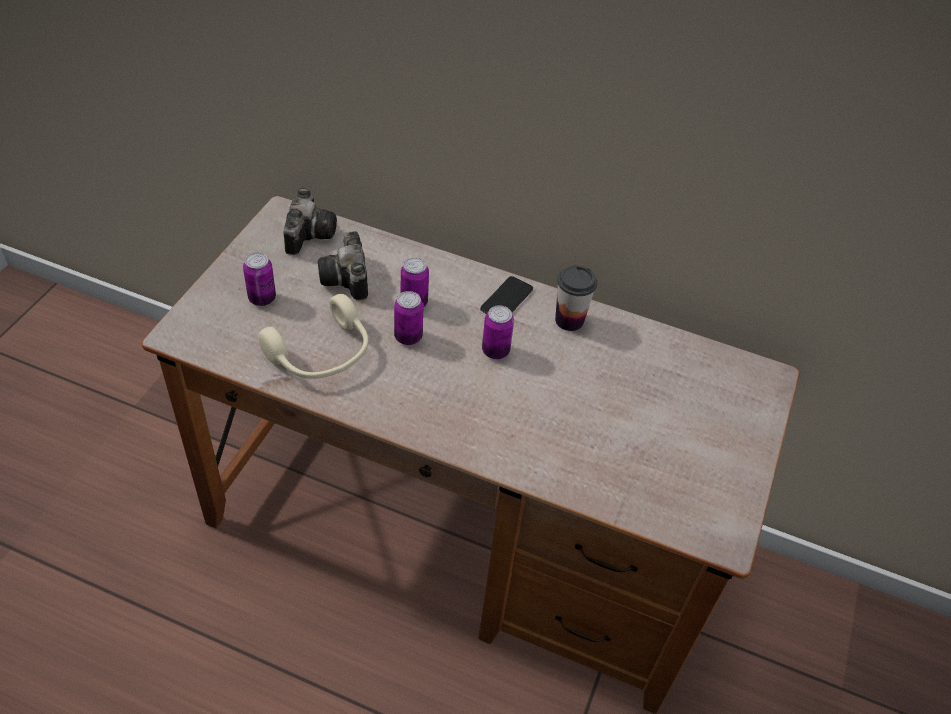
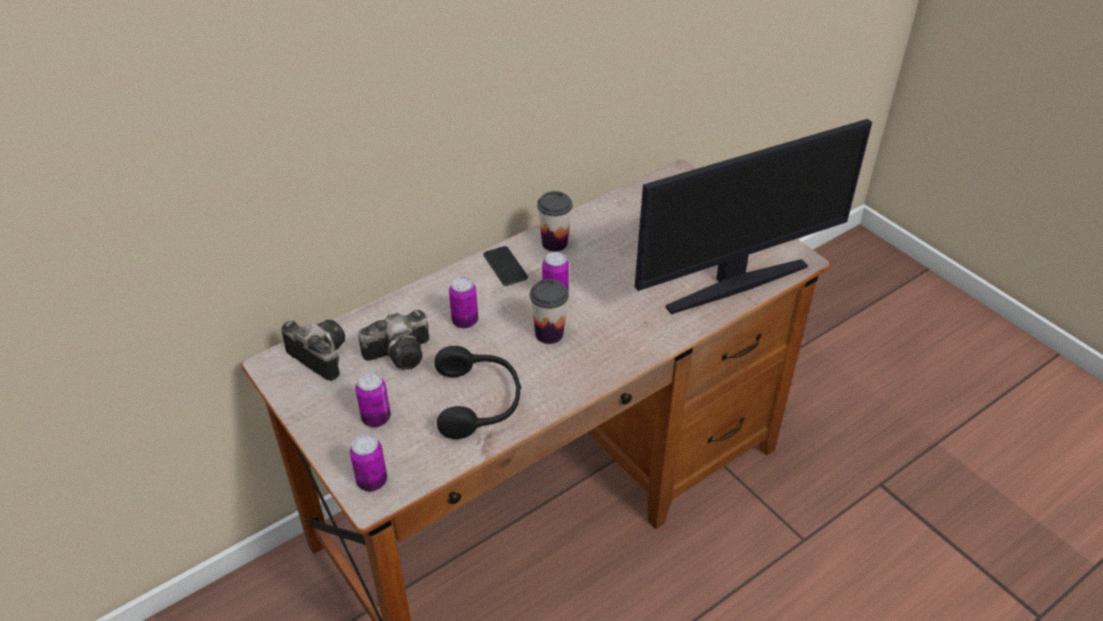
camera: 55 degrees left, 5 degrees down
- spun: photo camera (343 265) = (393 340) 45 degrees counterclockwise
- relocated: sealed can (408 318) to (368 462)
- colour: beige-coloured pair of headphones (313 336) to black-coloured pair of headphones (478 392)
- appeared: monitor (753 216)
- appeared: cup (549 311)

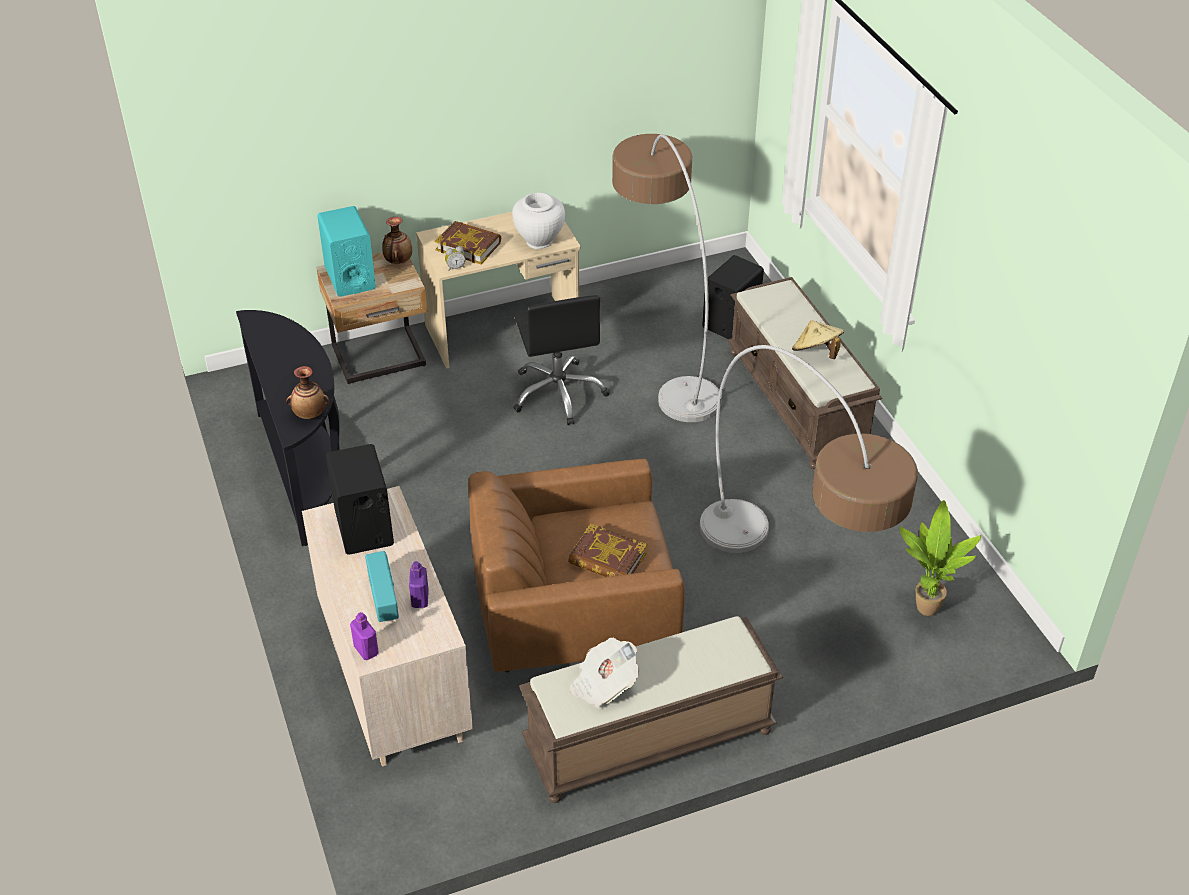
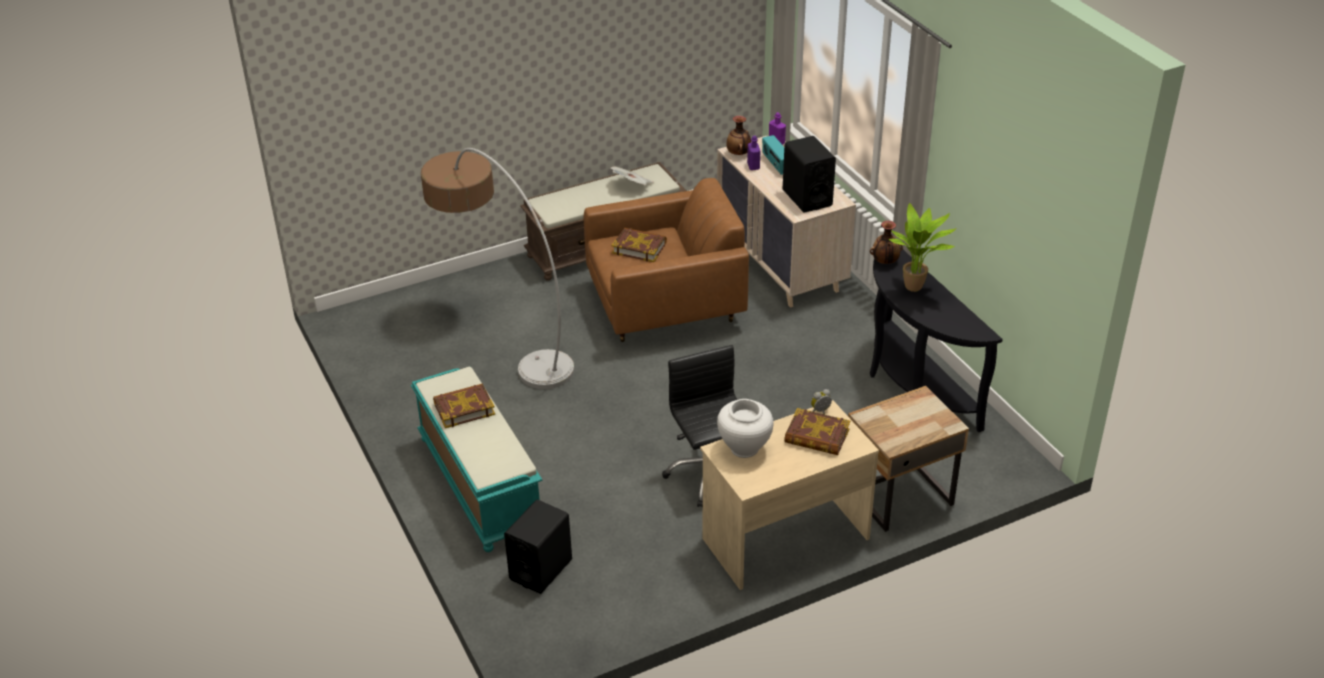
camera: 175 degrees right, 5 degrees down
- missing: standing lamp (667 278)
- missing: blue-green loudspeaker (346 251)
- relocated: decorative vase (397 240) to (738 135)
- colour: brown-coloured bench (804 373) to blue-green bench (476 459)
- exchanged: beige-coloured clothing hat (818 339) to volume (464 406)
- relocated: potted plant (940 558) to (923 247)

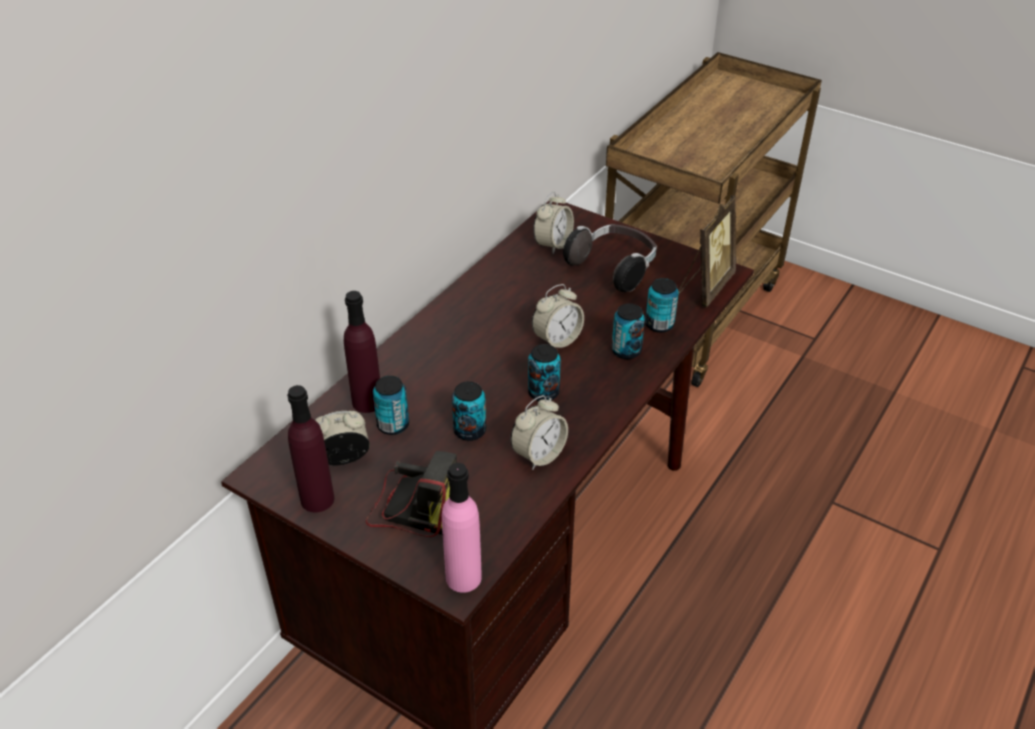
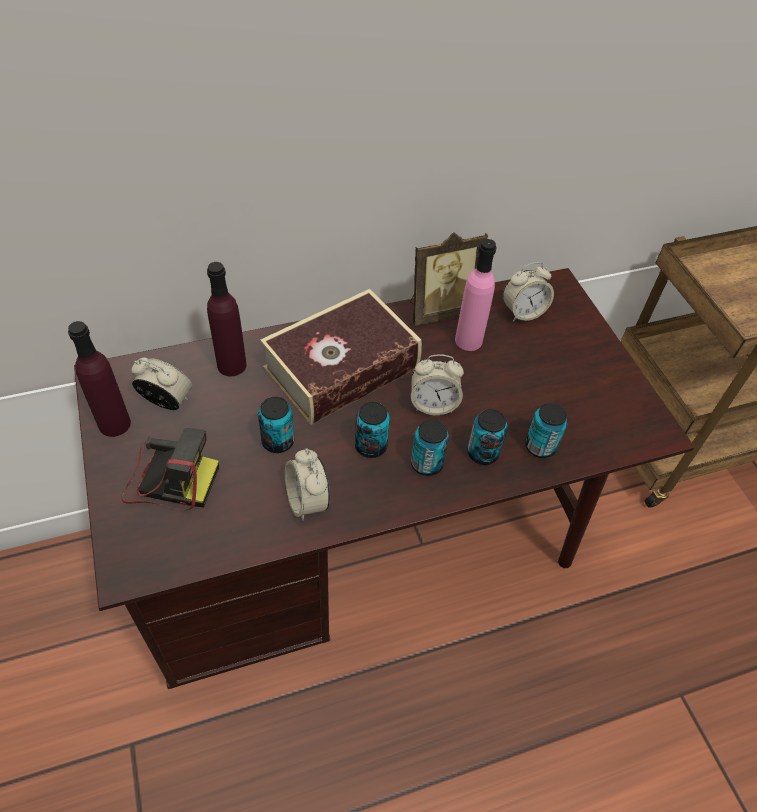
camera: 35 degrees right, 10 degrees up
- relocated: photo frame (707 251) to (449 279)
- missing: pair of headphones (610 258)
- relocated: sealed can (391 405) to (430 448)
- spun: alarm clock (539 432) = (307 484) 75 degrees clockwise
- spun: photo camera (411 494) = (170 469) 45 degrees counterclockwise
- relocated: pinkish drink bottle (462 528) to (475 295)
- appeared: volume (341 357)

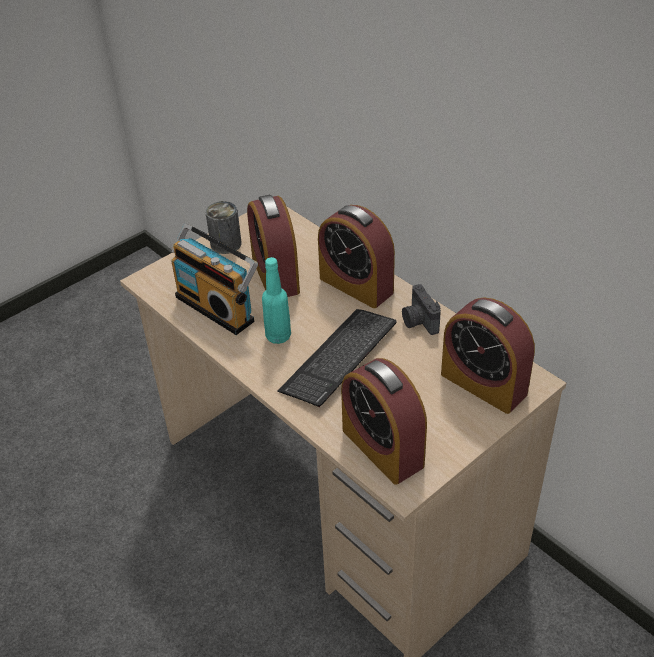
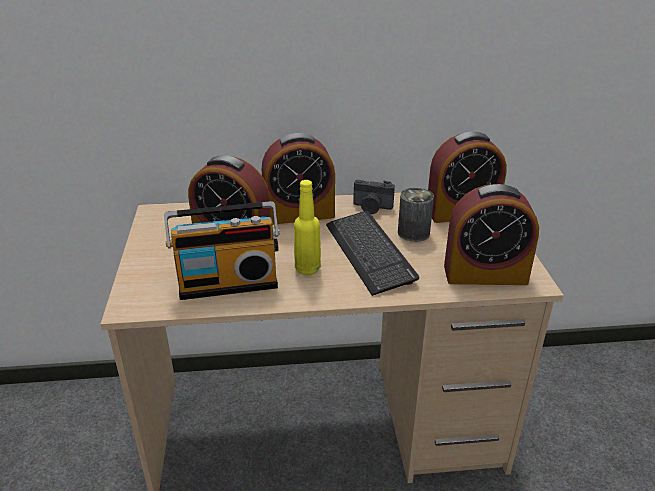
camera: 55 degrees left, 10 degrees down
- relocated: sealed can (223 227) to (416 215)
- colour: blue-green drink bottle (276 300) to yellow-coloured drink bottle (307 227)

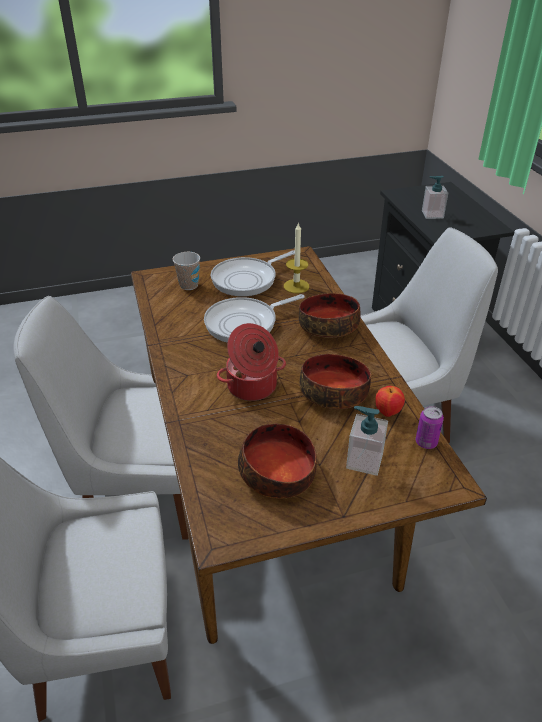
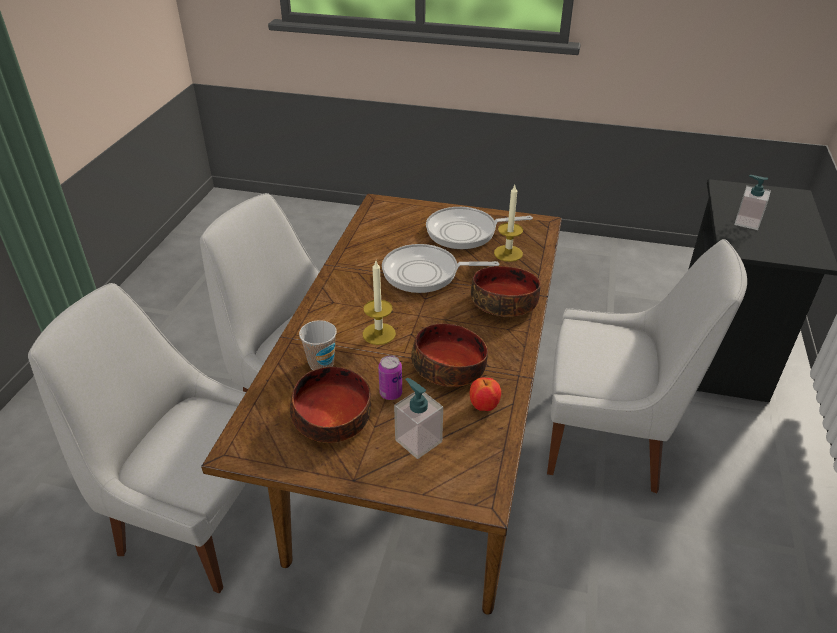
camera: 30 degrees right, 0 degrees up
- relocated: cup (186 271) to (318 345)
- exchanged: saucepot (251 362) to wax candle (379 303)
- relocated: sealed can (430 427) to (390 377)

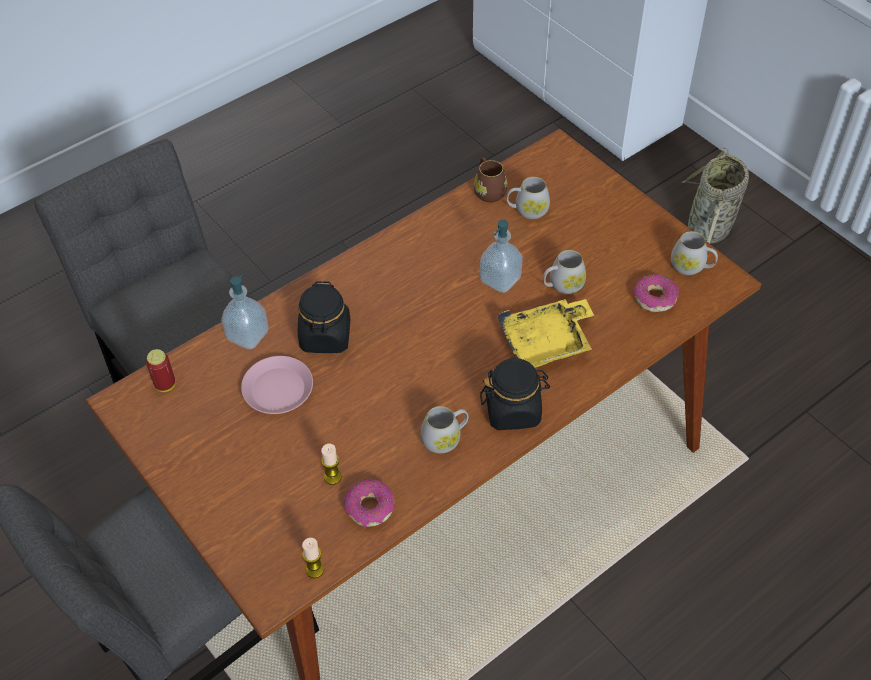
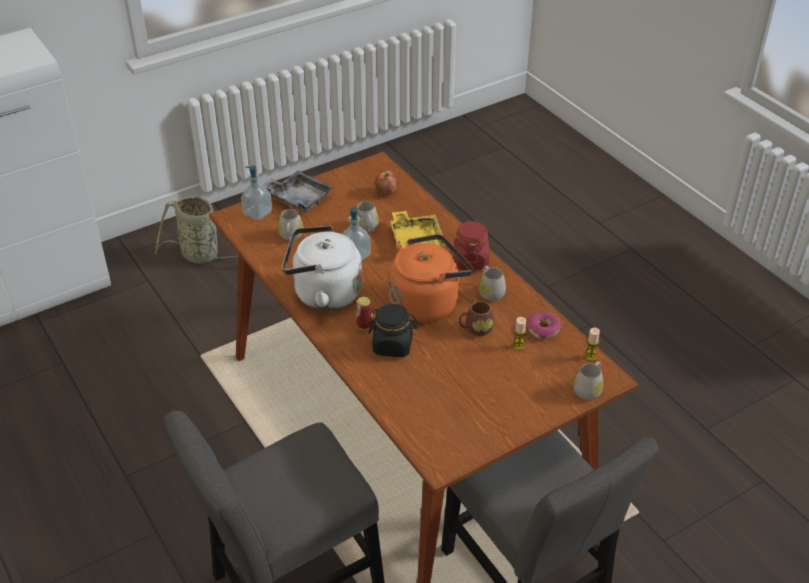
camera: 85 degrees left, 10 degrees down
- relocated: brown-coloured tea mug (490 180) to (476 318)
- relocated: white-coloured tea mug (694 253) to (588 380)
- relocated: liquid soap bottle (245 311) to (256 193)
- exchanged: donut (656 293) to apple (386 183)
- relocated: sealed can (160 370) to (364 313)
- missing: pinkish plate (277 385)
- colour: black-coloured storage jar (515 394) to reddish storage jar (471 245)
- appeared: gray carrying tray (298 192)
- appeared: white-coloured kettle (322 268)
- appeared: orangey kettle (431 278)

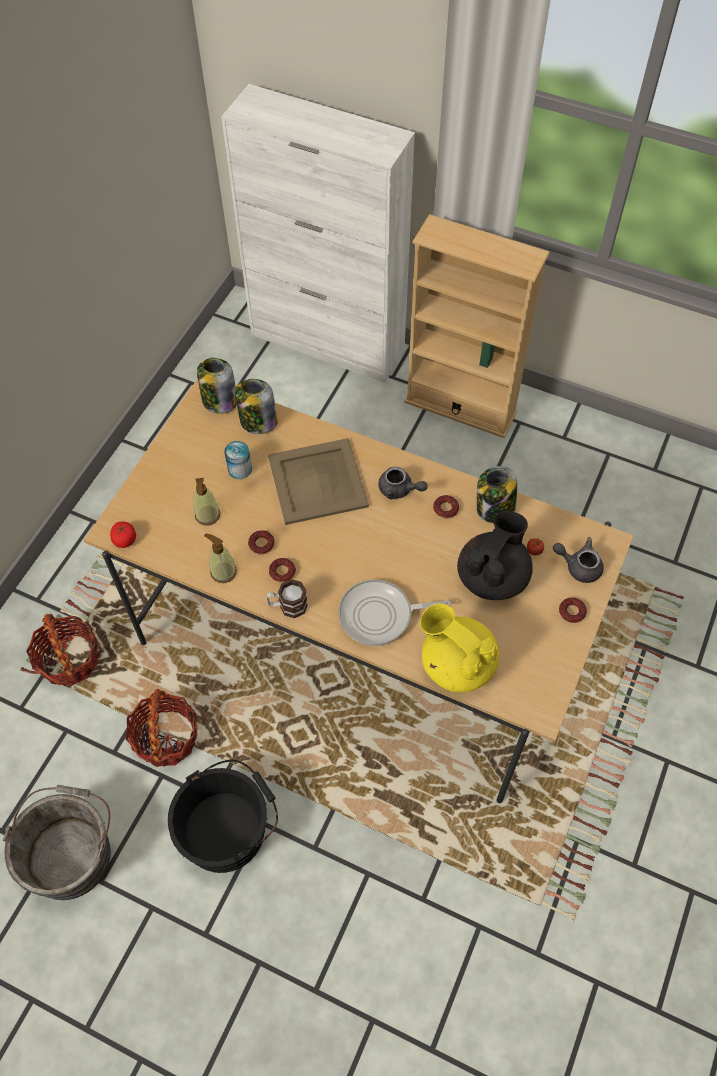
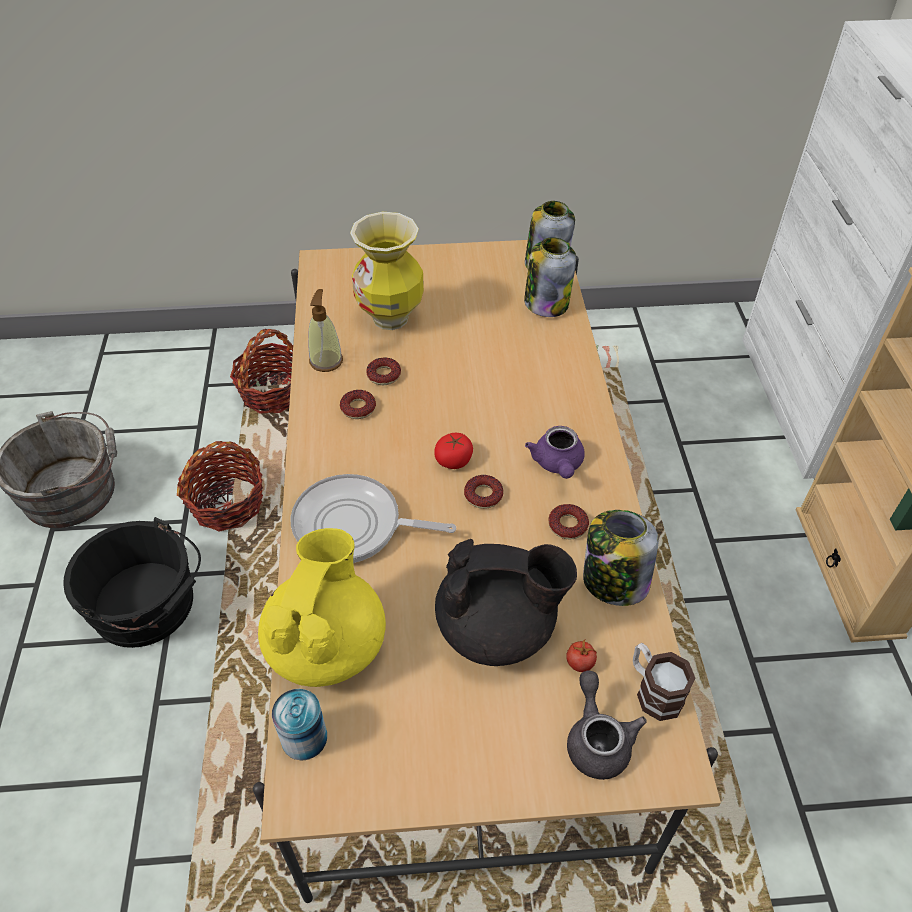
camera: 60 degrees right, 10 degrees down
- missing: beige-coloured carrying tray (318 481)
- relocated: sealed can (238 460) to (299 725)
- colour: gray pot for tea (403 483) to purple-coloured pot for tea (555 452)
- exchanged: liquid soap bottle (207 501) to decorative vase (387 271)
- relocated: tomato (123 535) to (453 451)
- relocated: tea mug (287 598) to (664 682)
- spun: skillet (394 612) = (373 518) 45 degrees counterclockwise
- relocated: donut (573 610) to (484 492)

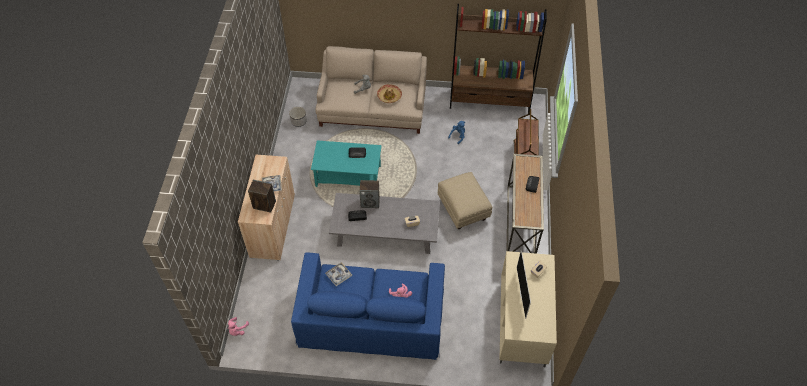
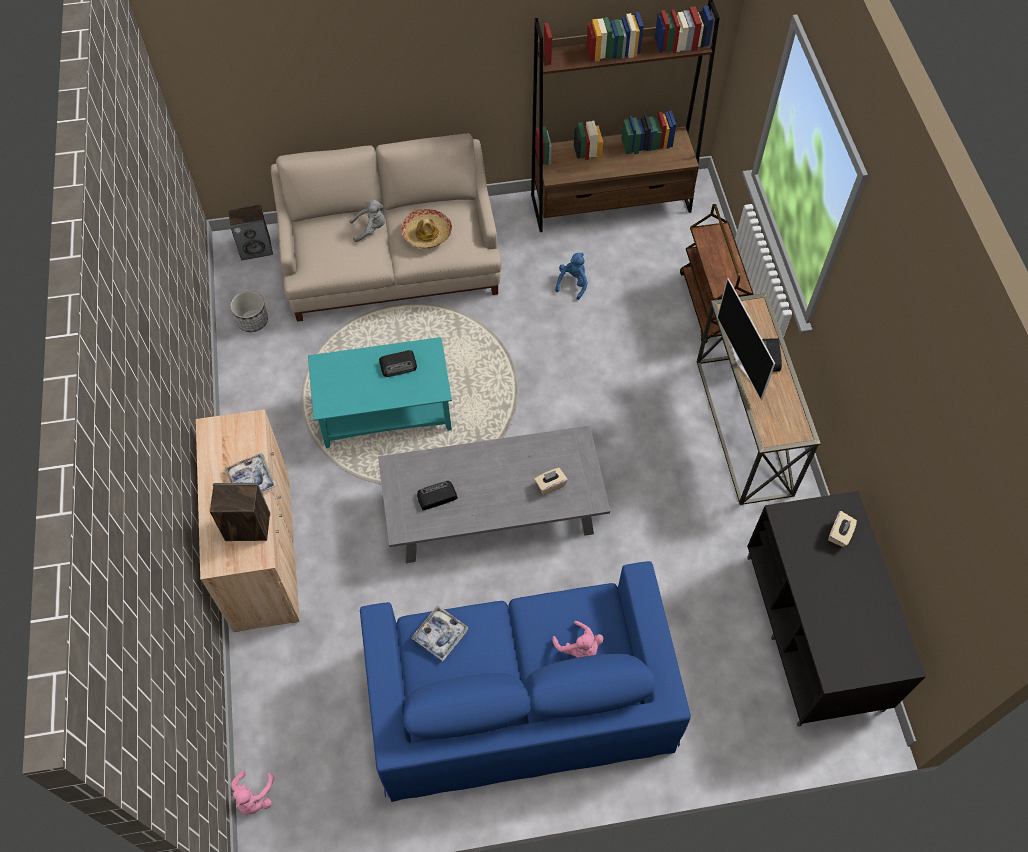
camera: 15 degrees left, 5 degrees up
- missing: beige-coloured pouffe (465 200)
- relocated: loudspeaker (369 194) to (250 232)
- relocated: TV (524 284) to (746 339)
- colour: beige-coloured tv stand (528 309) to black-coloured tv stand (836 609)

